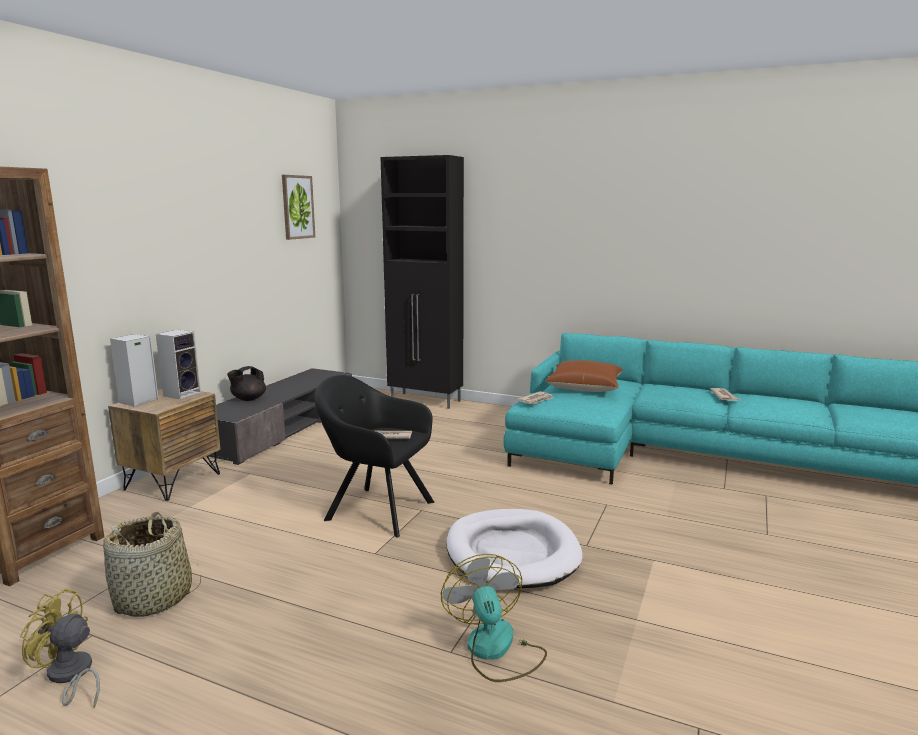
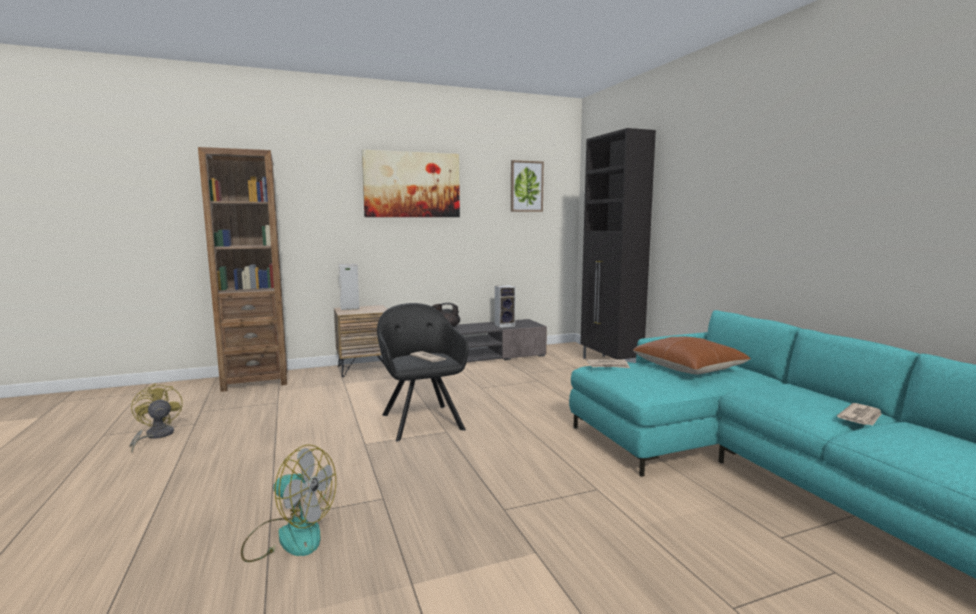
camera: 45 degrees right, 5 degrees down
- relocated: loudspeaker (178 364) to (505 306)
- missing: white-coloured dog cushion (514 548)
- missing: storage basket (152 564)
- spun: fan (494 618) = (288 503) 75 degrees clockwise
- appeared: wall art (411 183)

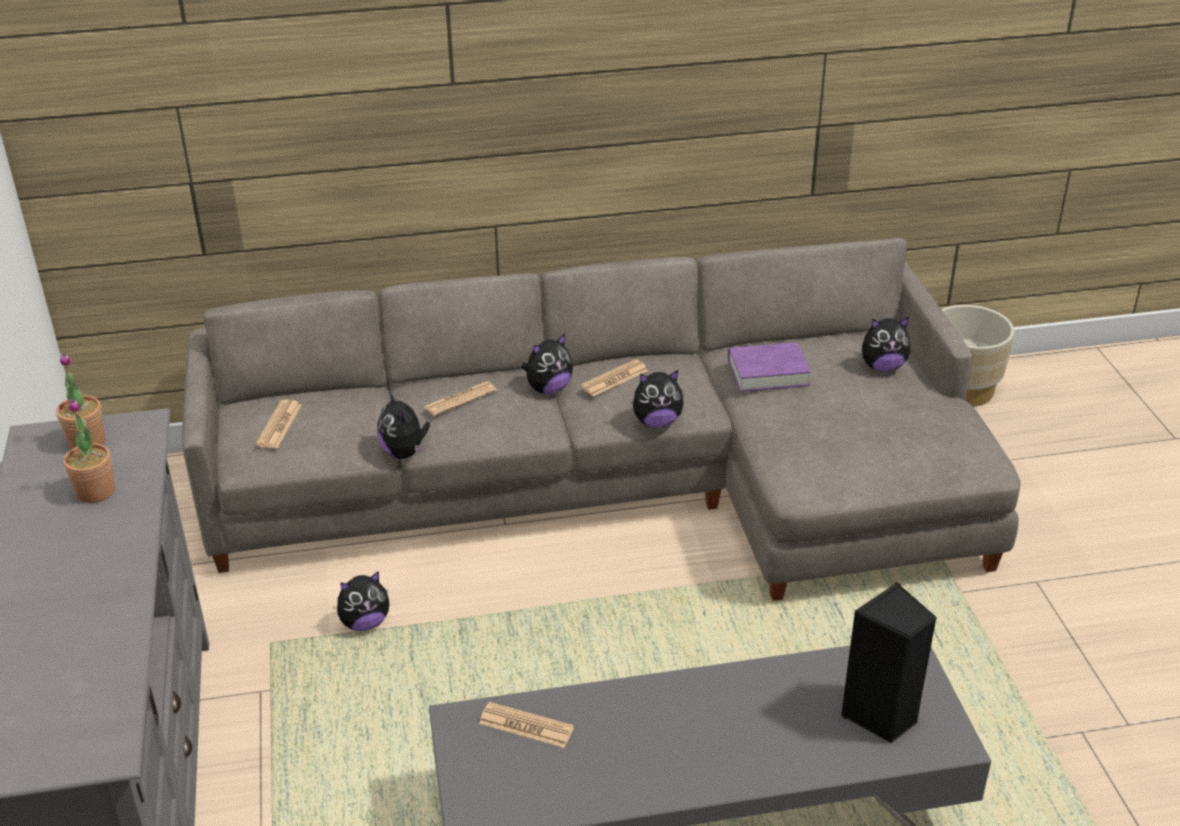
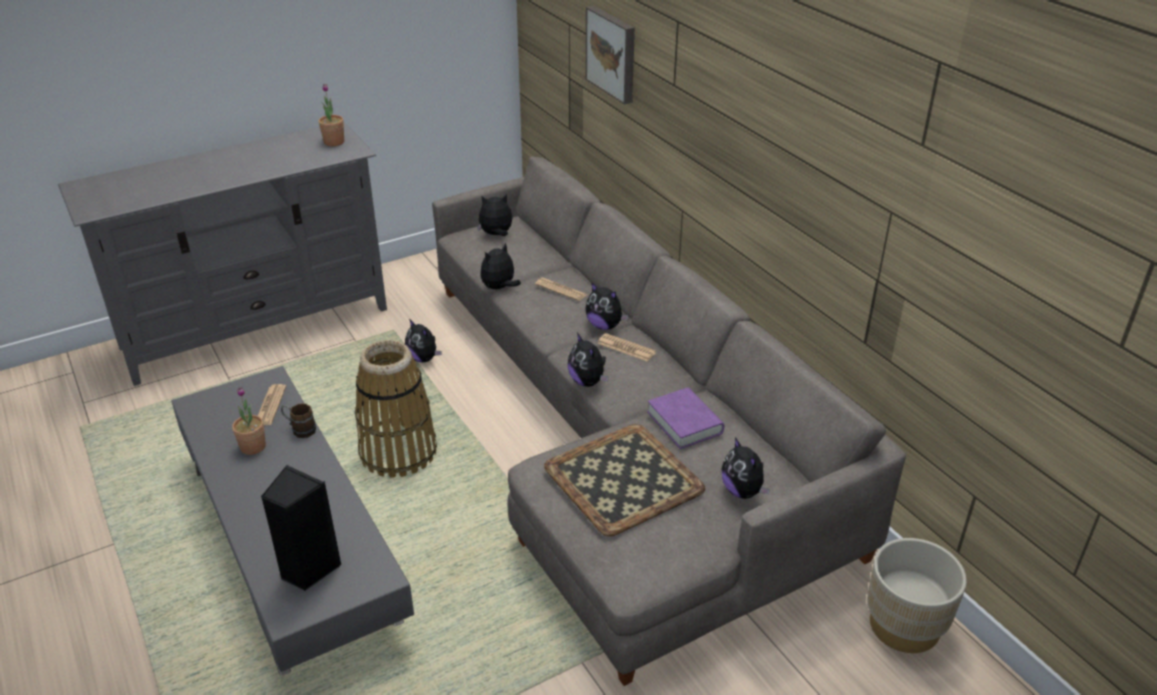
camera: 70 degrees right, 0 degrees up
- relocated: potted plant (89 450) to (249 421)
- exchanged: newspaper (279 423) to plush toy (495 215)
- appeared: wall art (610 55)
- appeared: storage basket (396 409)
- appeared: brown-coloured tea mug (298 420)
- appeared: carrying tray (624 480)

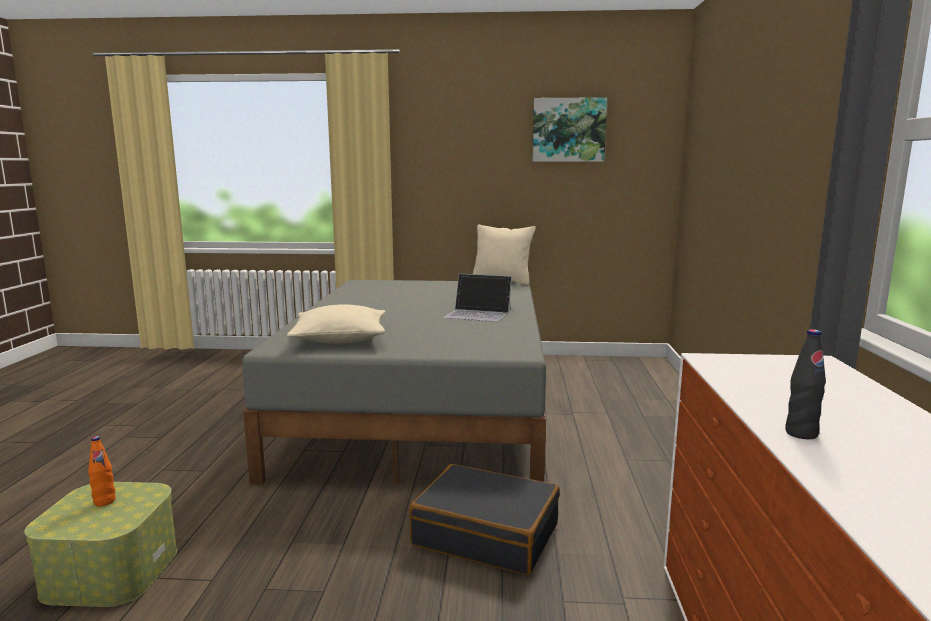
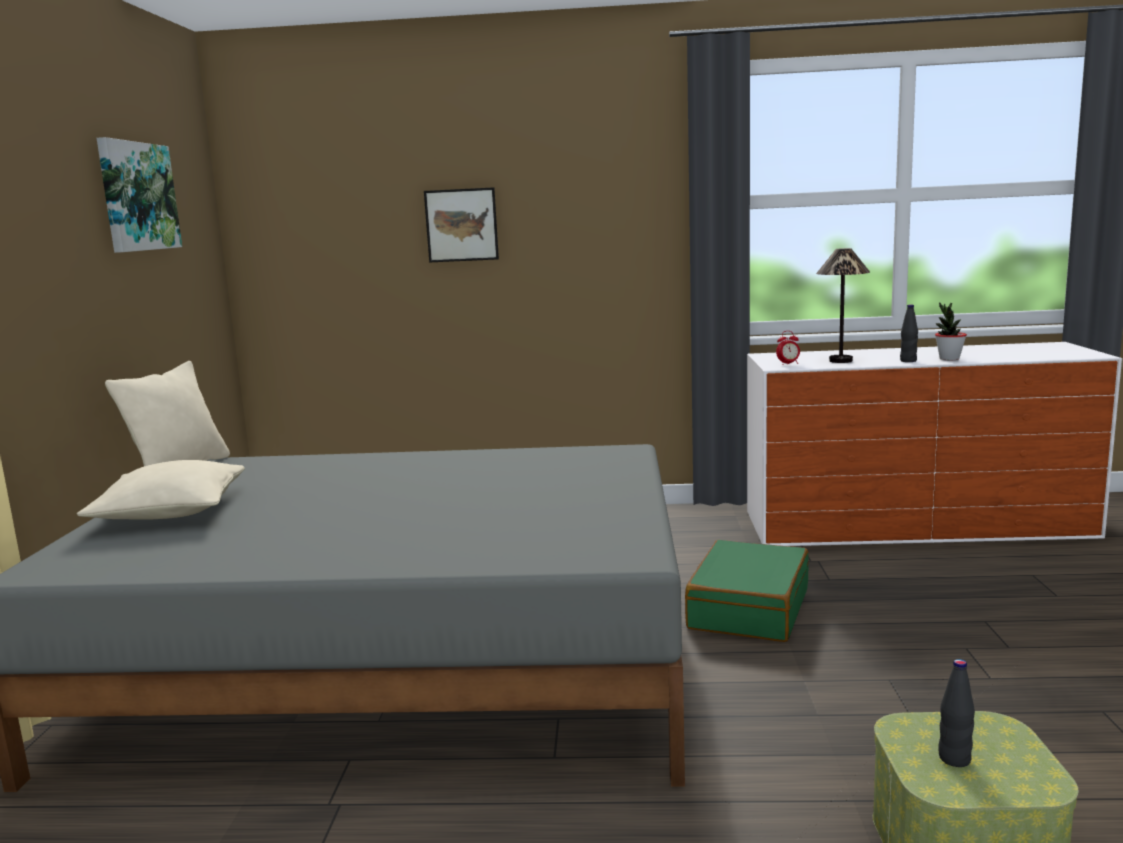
camera: 90 degrees left, 0 degrees up
- missing: laptop (478 298)
- relocated: beige-coloured cushion (336 323) to (161 490)
- colour: orangey drink bottle (102 471) to black-coloured drink bottle (956 713)
- colour: black-coloured piece of luggage (484 519) to green-coloured piece of luggage (747 591)
- appeared: wall art (461 224)
- appeared: tabletop lamp (843 305)
- appeared: potted plant (951 331)
- appeared: alarm clock (788 348)

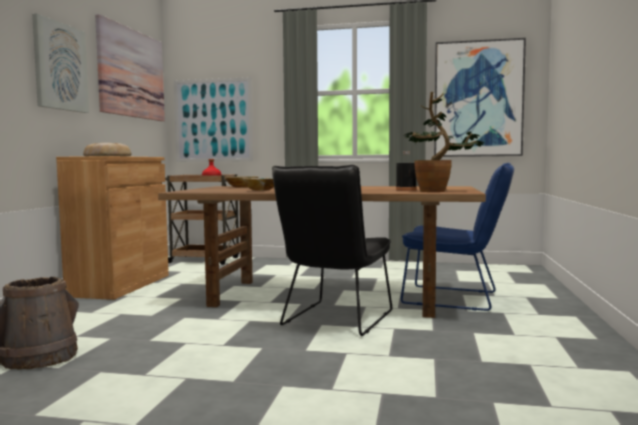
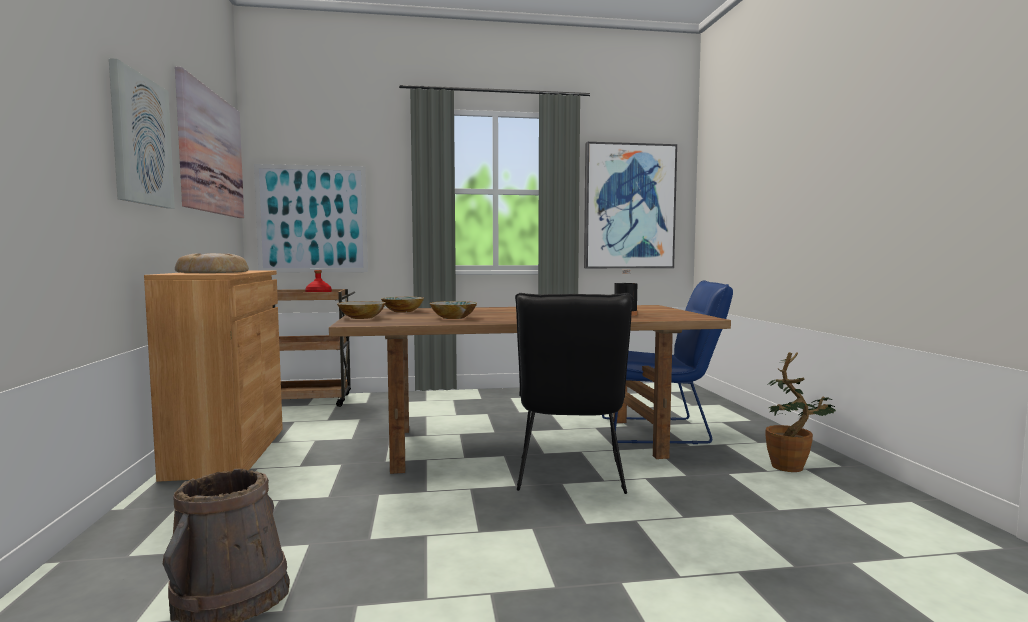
camera: 20 degrees left, 0 degrees up
- relocated: potted plant (444 142) to (800 412)
- appeared: deep dish (361 310)

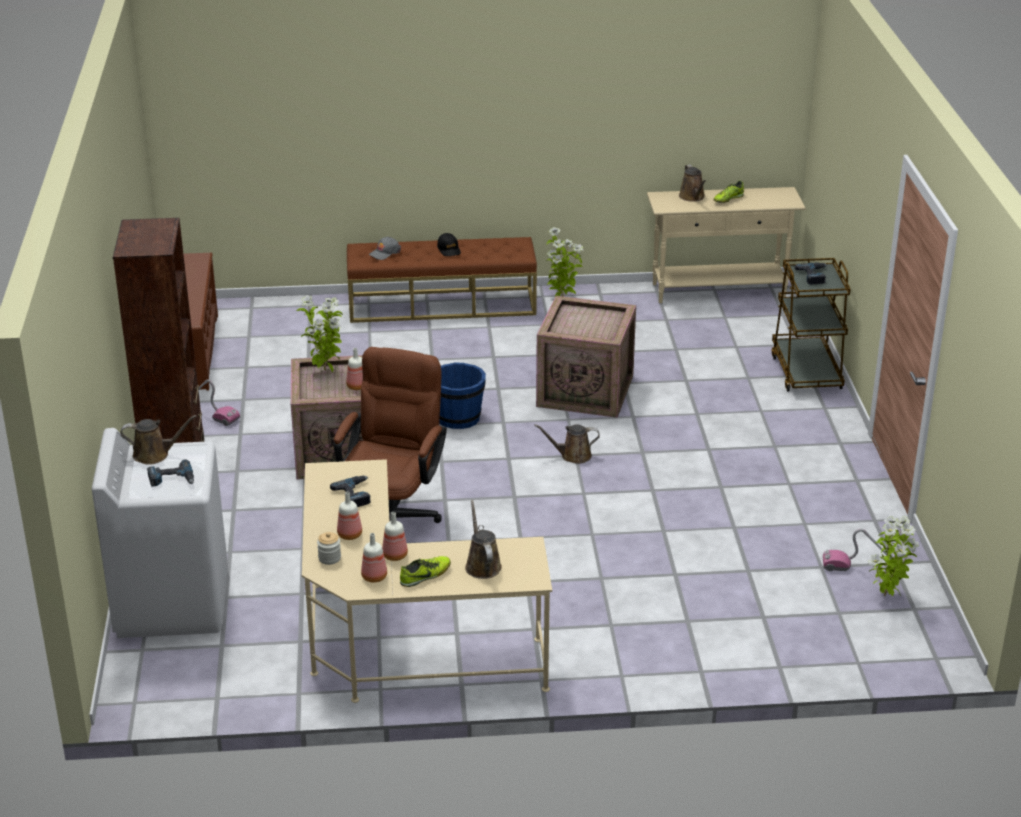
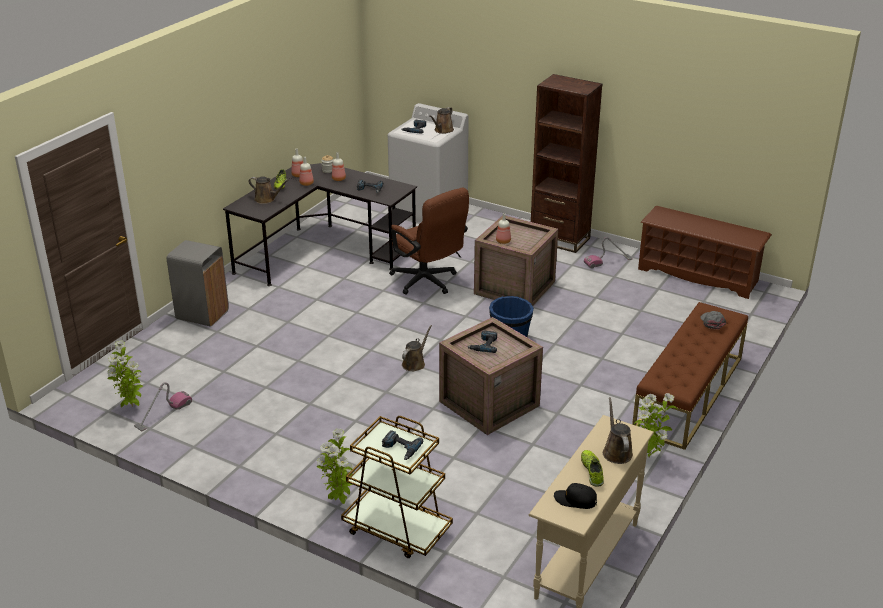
camera: 125 degrees right, 0 degrees up
- spun: brown-coloured watering can (692 183) = (618 430) 60 degrees clockwise
- relocated: black-coloured cap (449 244) to (575 496)
- relocated: potted plant (320 334) to (336 466)
- colour: beige-coloured desk unit (427 581) to black-coloured desk unit (320 224)
- appeared: gray rubbish bin (198 283)
- appeared: drill (482 342)

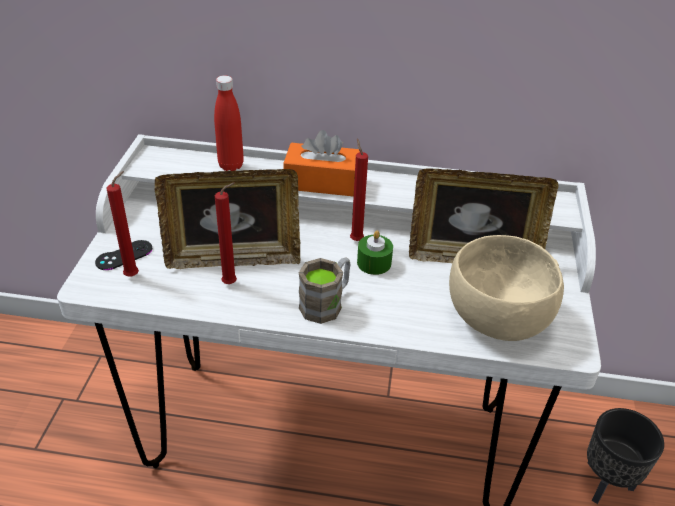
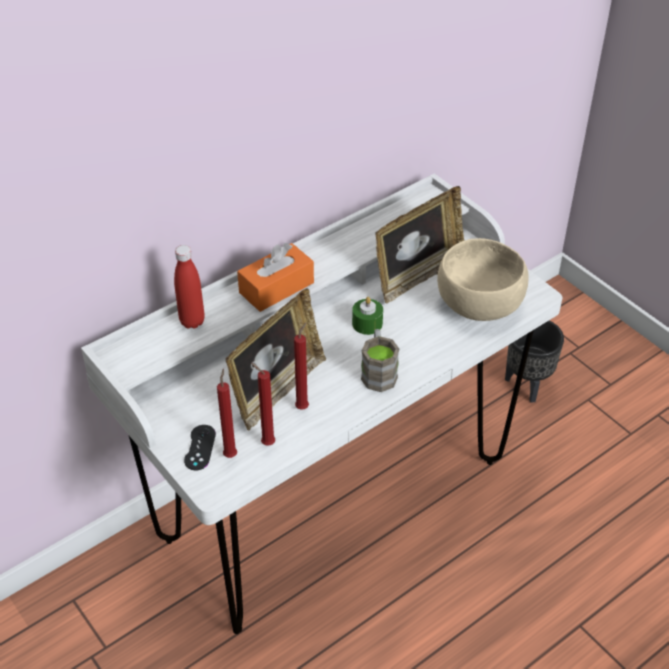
camera: 45 degrees left, 5 degrees up
- relocated: reddish wax candle (359 189) to (263 404)

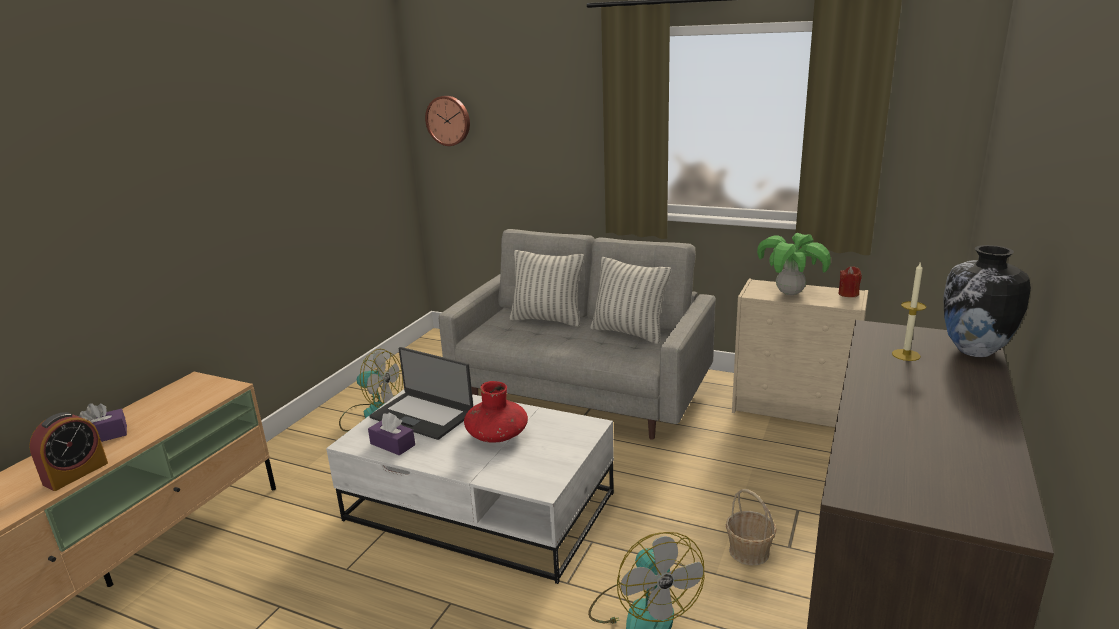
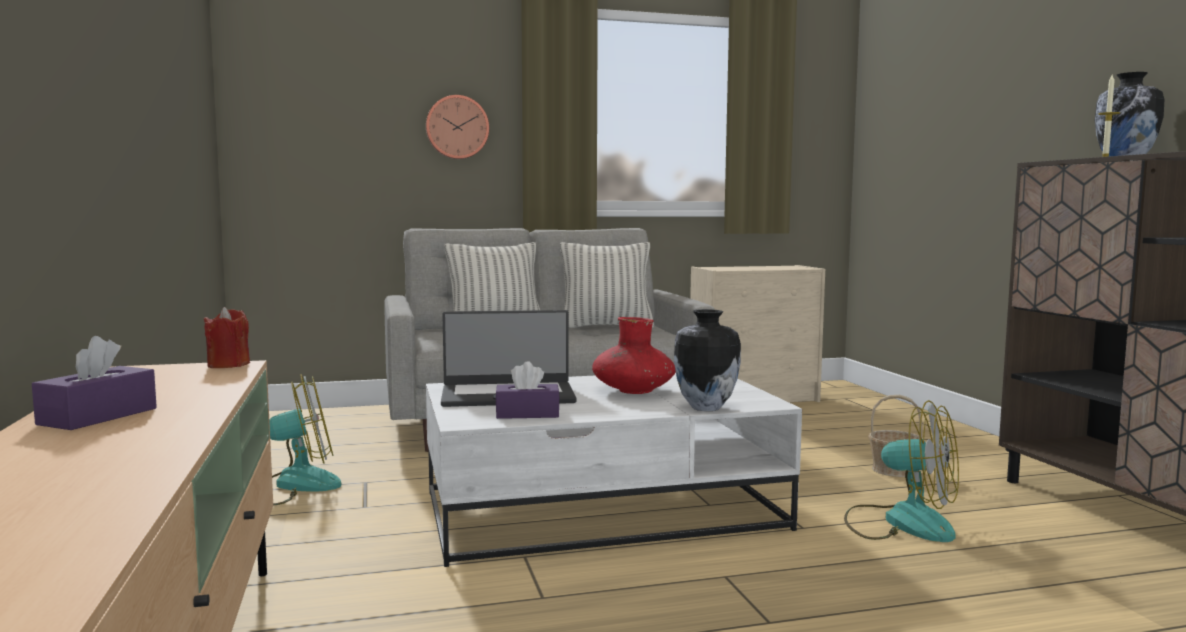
camera: 40 degrees left, 15 degrees down
- relocated: clock on the wall (447 121) to (457 127)
- missing: potted plant (794 264)
- relocated: reddish wax candle (850 281) to (227 337)
- missing: alarm clock (68 451)
- appeared: decorative vase (707 360)

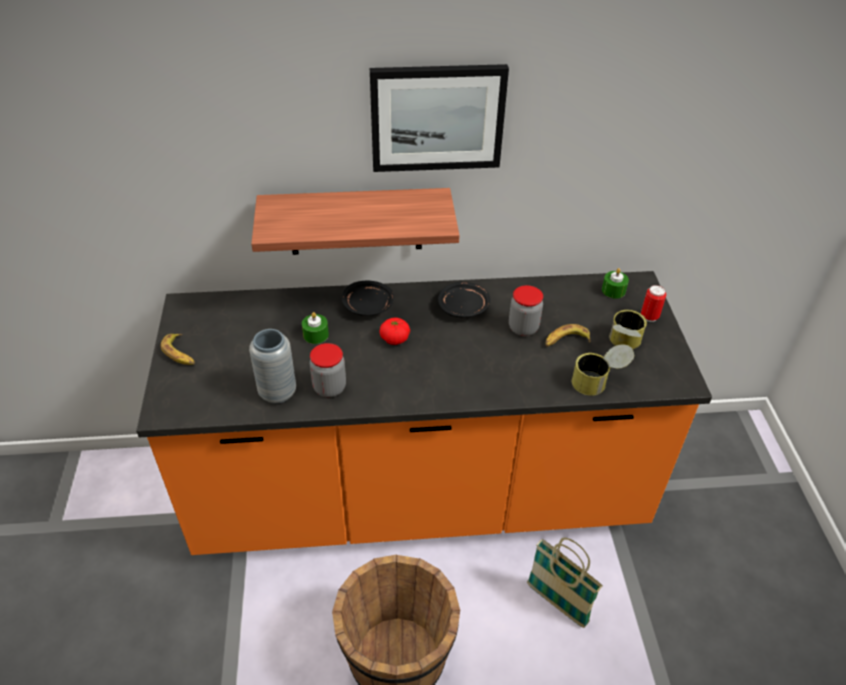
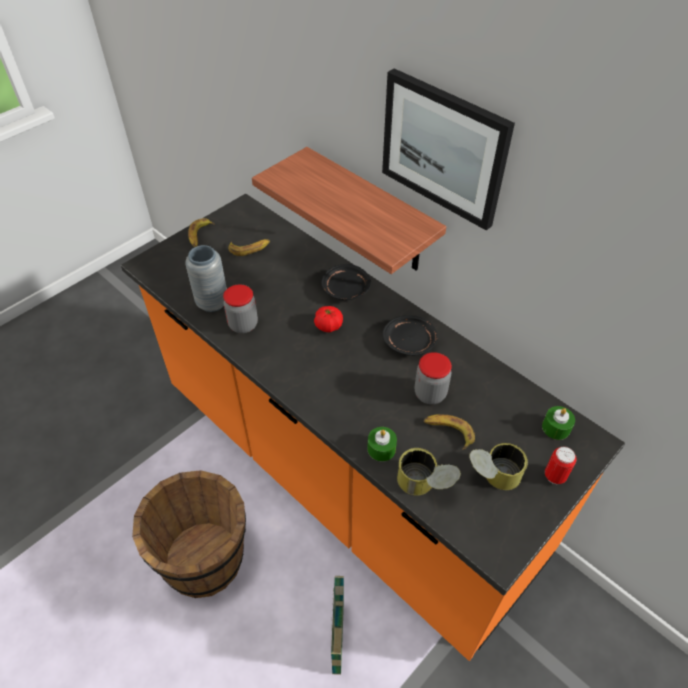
camera: 50 degrees right, 5 degrees up
- relocated: green-coloured wax candle (315 328) to (382 444)
- appeared: whole banana (249 247)

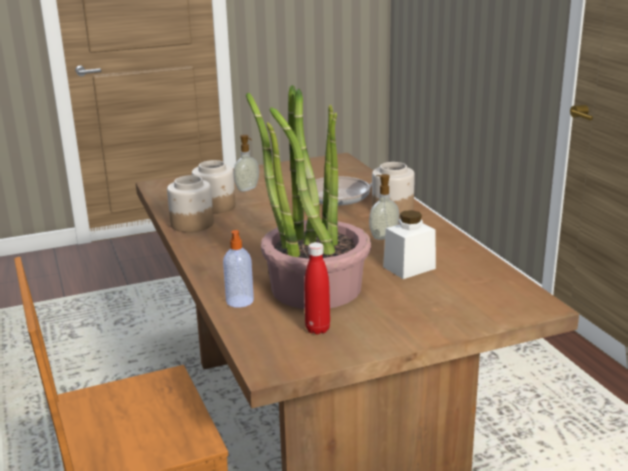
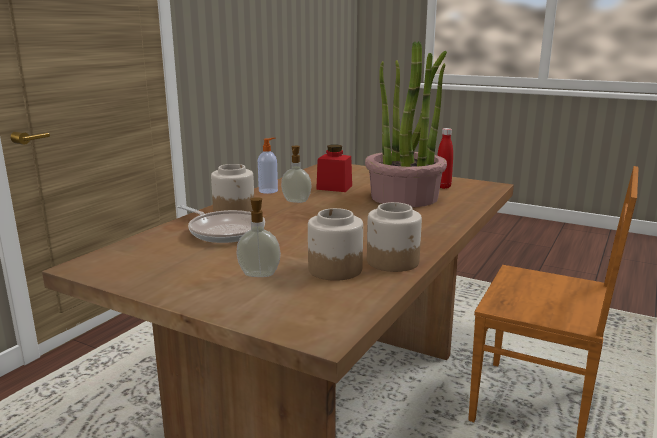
camera: 130 degrees left, 5 degrees down
- colour: white-coloured storage jar (409 244) to reddish storage jar (334 168)
- relocated: liquid soap bottle (238 269) to (268 166)

